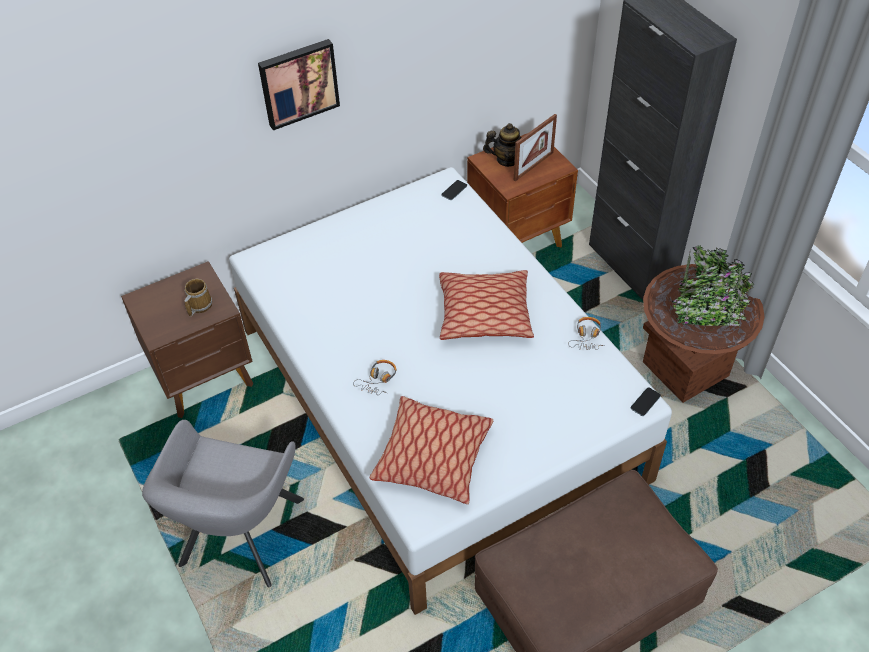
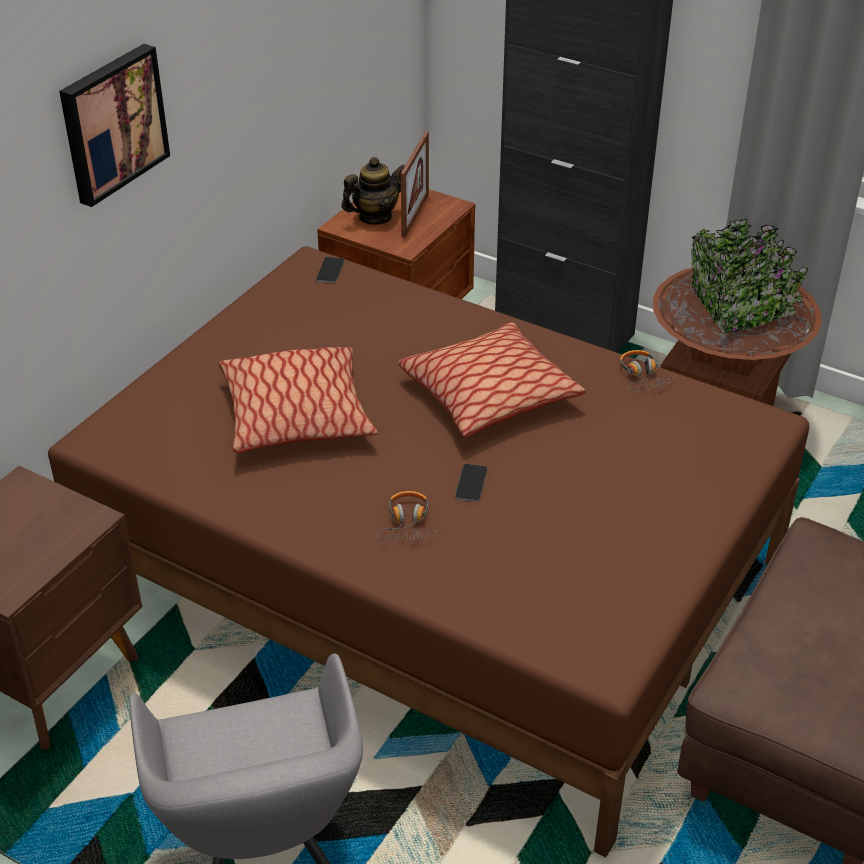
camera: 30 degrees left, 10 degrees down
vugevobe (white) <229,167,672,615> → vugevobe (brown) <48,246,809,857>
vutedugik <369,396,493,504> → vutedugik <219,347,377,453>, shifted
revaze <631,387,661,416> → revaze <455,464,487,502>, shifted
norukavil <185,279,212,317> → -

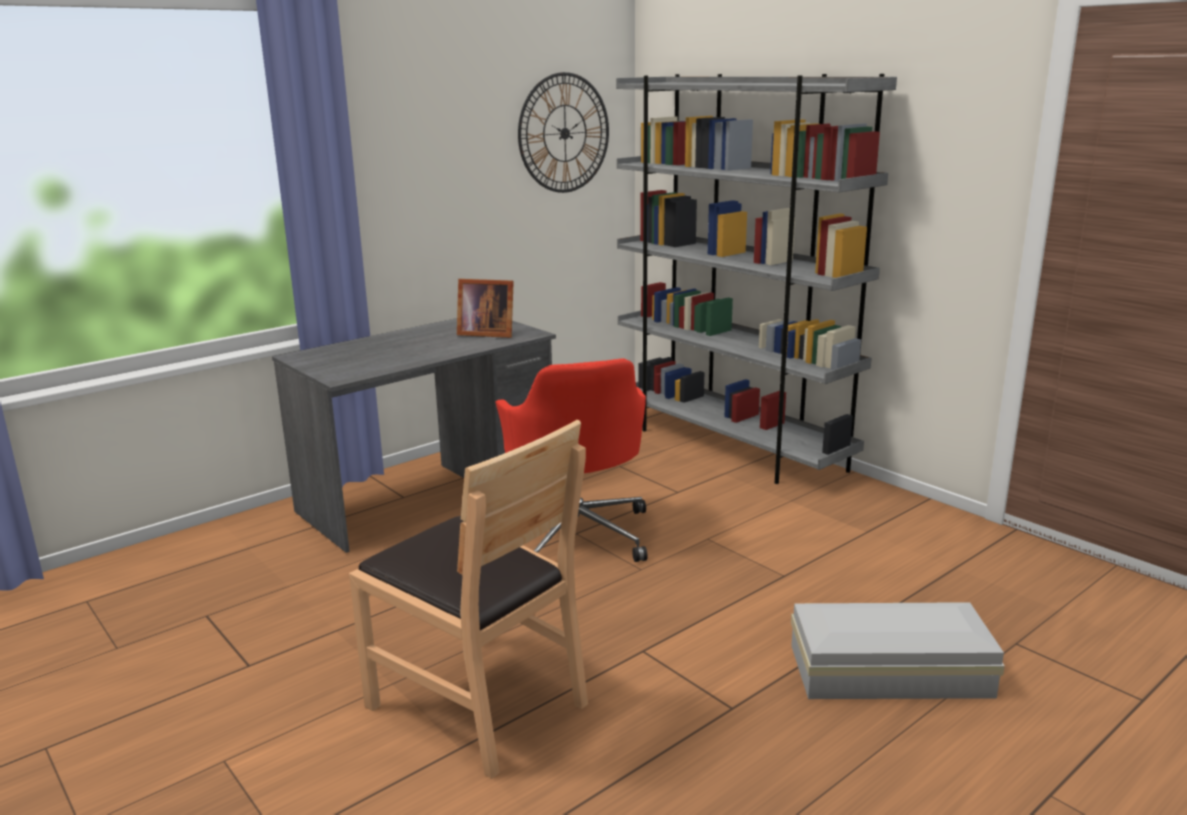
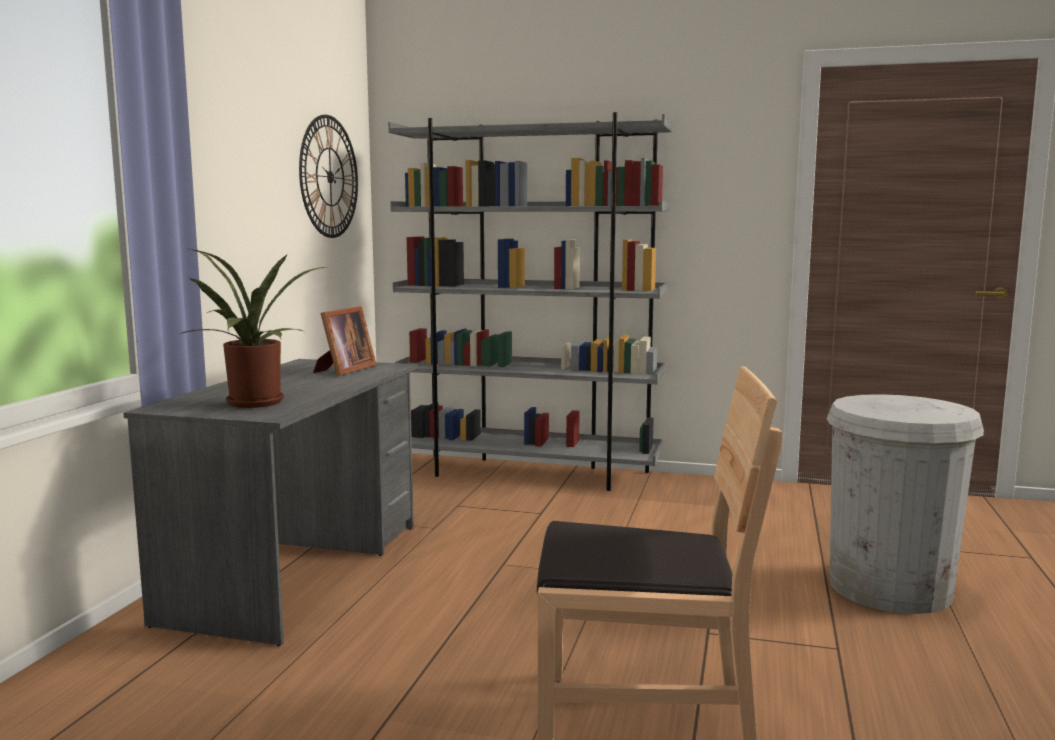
camera: 35 degrees left, 10 degrees down
- → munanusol <180,248,326,408>
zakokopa <457,279,514,338> → zakokopa <313,306,377,376>, 45 degrees counterclockwise
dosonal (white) <791,602,1005,699> → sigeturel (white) <826,394,984,614>
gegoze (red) <495,358,648,562> → -

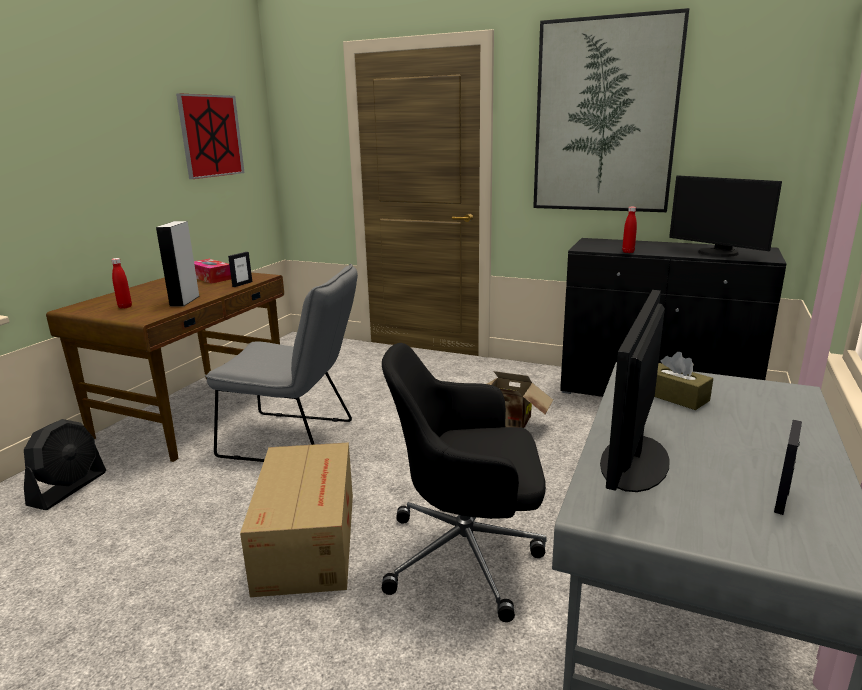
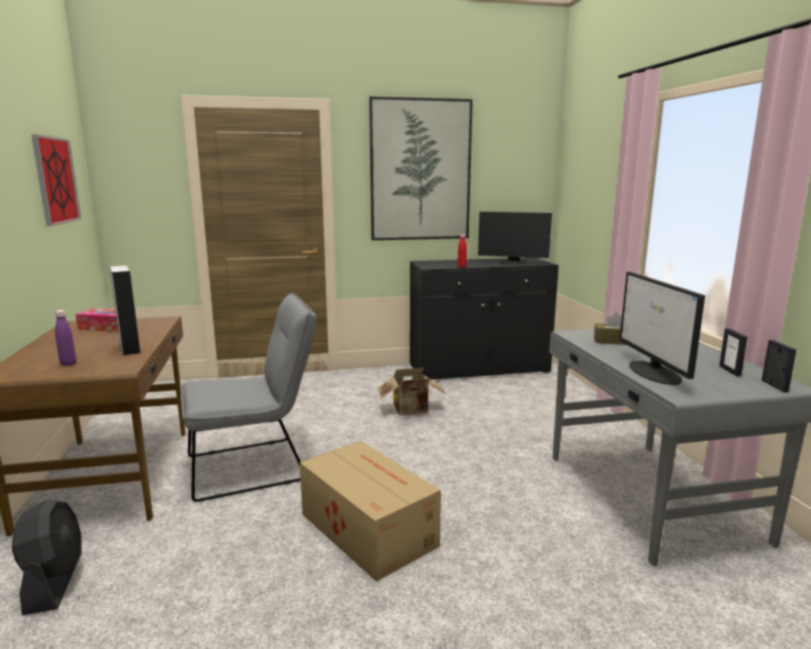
camera: 35 degrees left, 5 degrees down
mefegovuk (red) <111,258,132,309> → mefegovuk (purple) <55,310,76,366>
zakokopa <228,252,252,287> → zakokopa <762,340,796,392>, shifted
gegoze (black) <382,343,546,622> → -

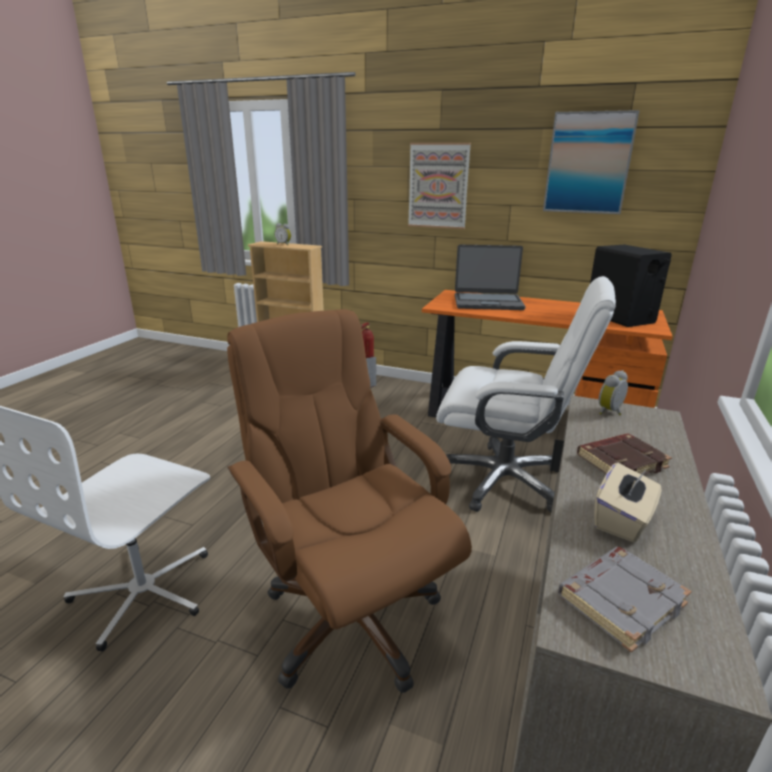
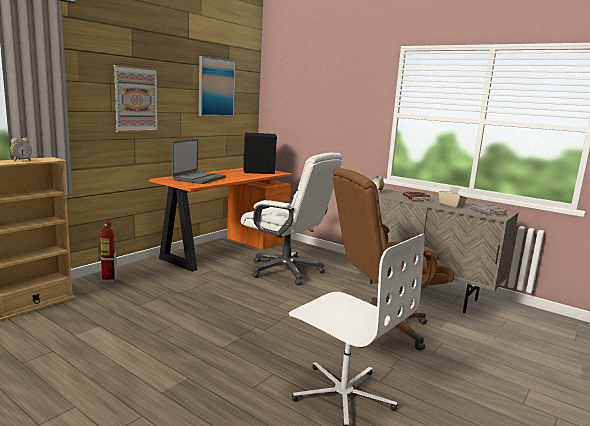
camera: 75 degrees left, 10 degrees down
gegoze (white) <436,276,616,512> → gegoze (white) <241,153,343,285>, 90 degrees clockwise

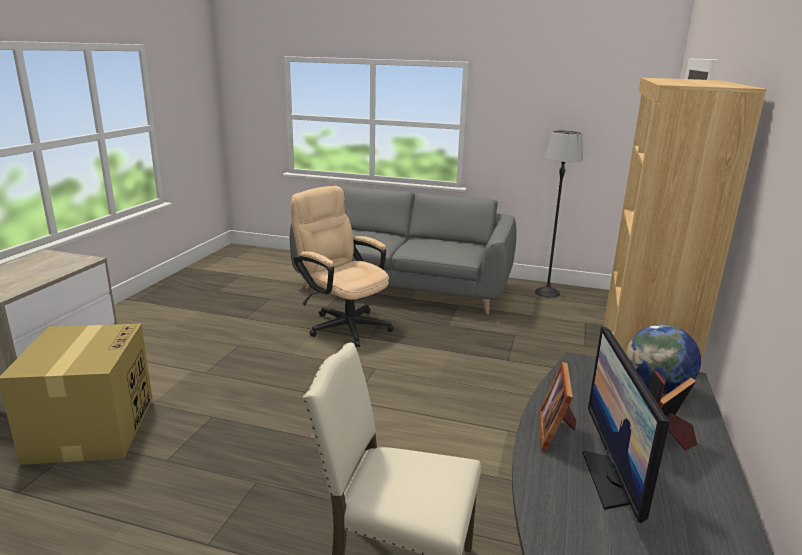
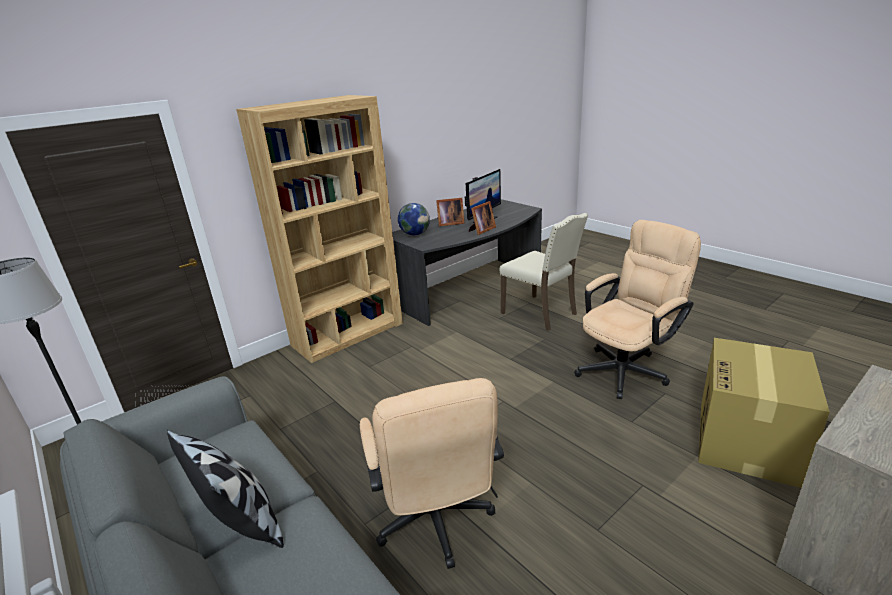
camera: 145 degrees left, 5 degrees up
- → vutedugik <167,430,284,548>
- → gegoze (beige) <574,220,701,399>

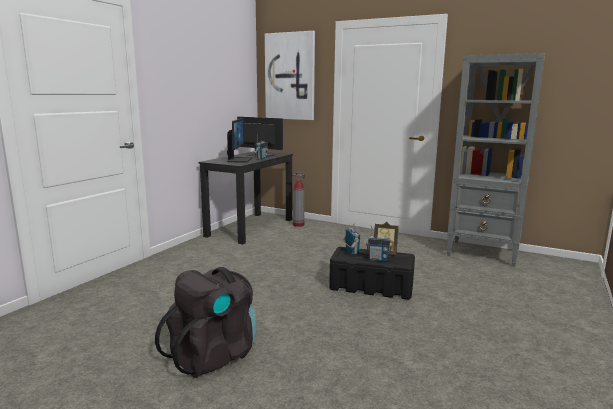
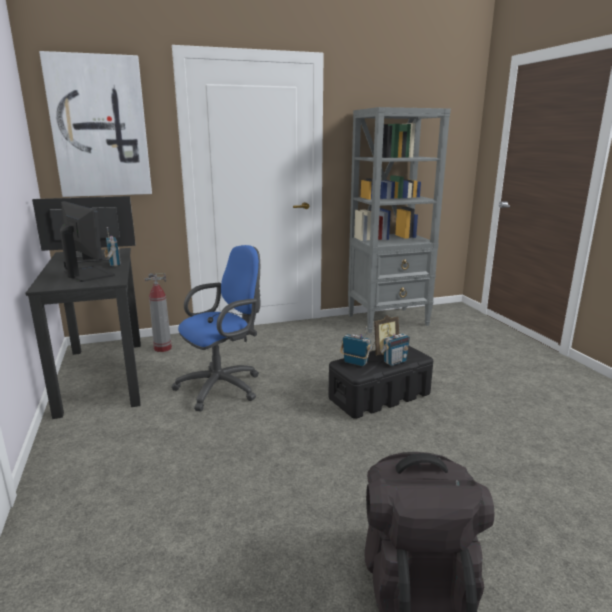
camera: 45 degrees left, 5 degrees up
- → gegoze (blue) <171,245,261,412>

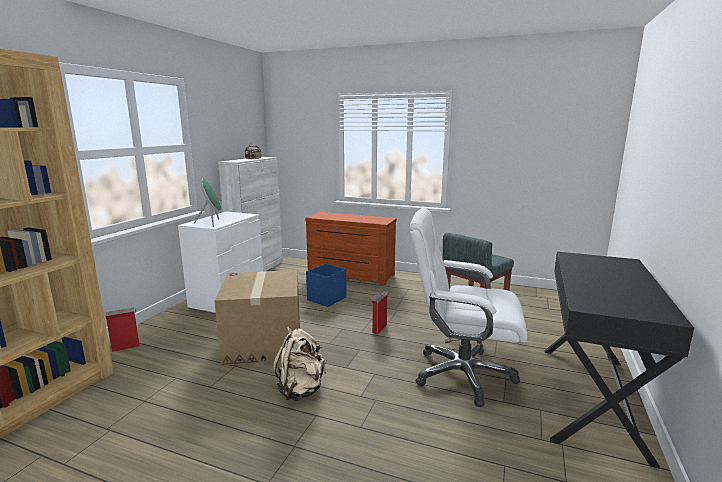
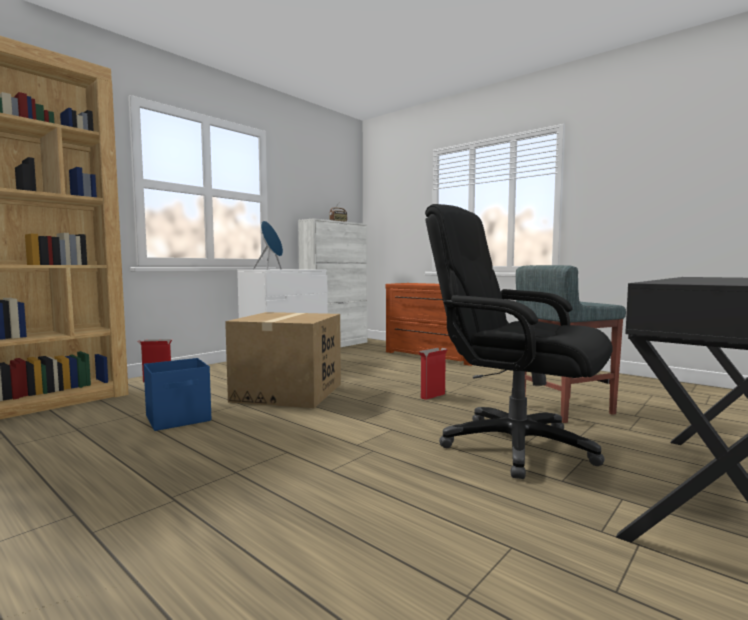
camera: 20 degrees right, 10 degrees down
dosonal (blue) <306,264,347,307> → dosonal (blue) <144,358,211,431>, shifted
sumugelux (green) <194,178,221,227> → sumugelux (blue) <253,221,283,270>
gegoze (white) <410,208,527,407> → gegoze (black) <425,204,612,479>
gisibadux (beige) <273,326,326,401> → -

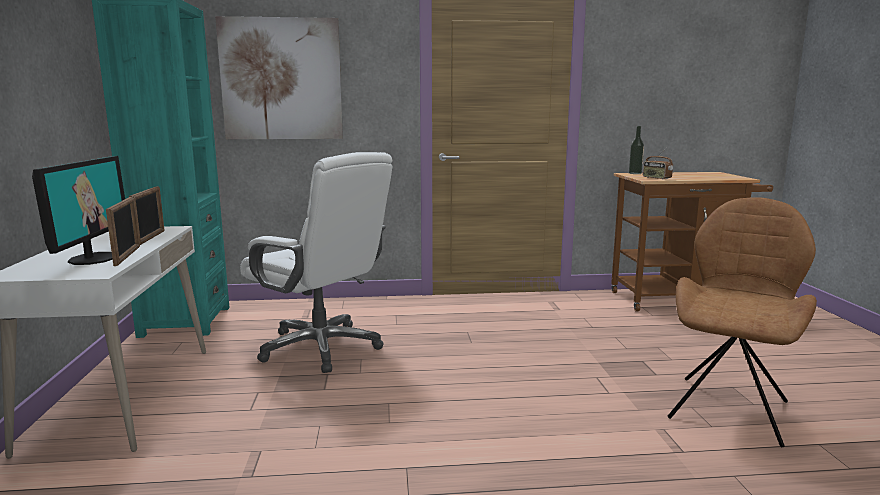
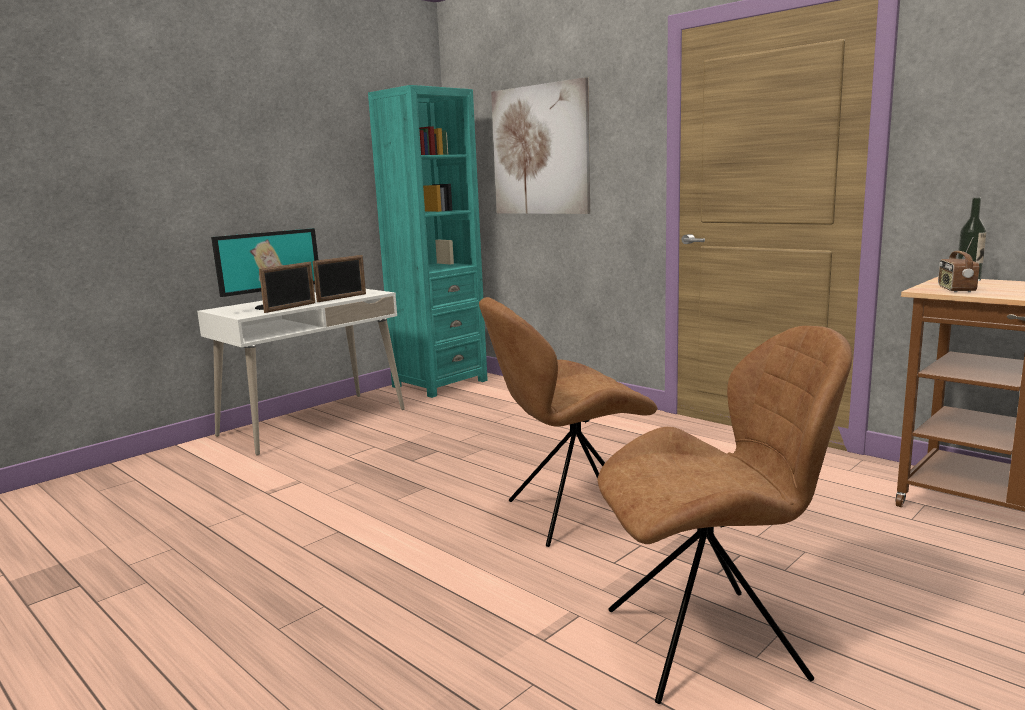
camera: 50 degrees right, 0 degrees up
- → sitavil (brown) <479,297,658,547>
gegoze (white) <240,152,393,373> → -

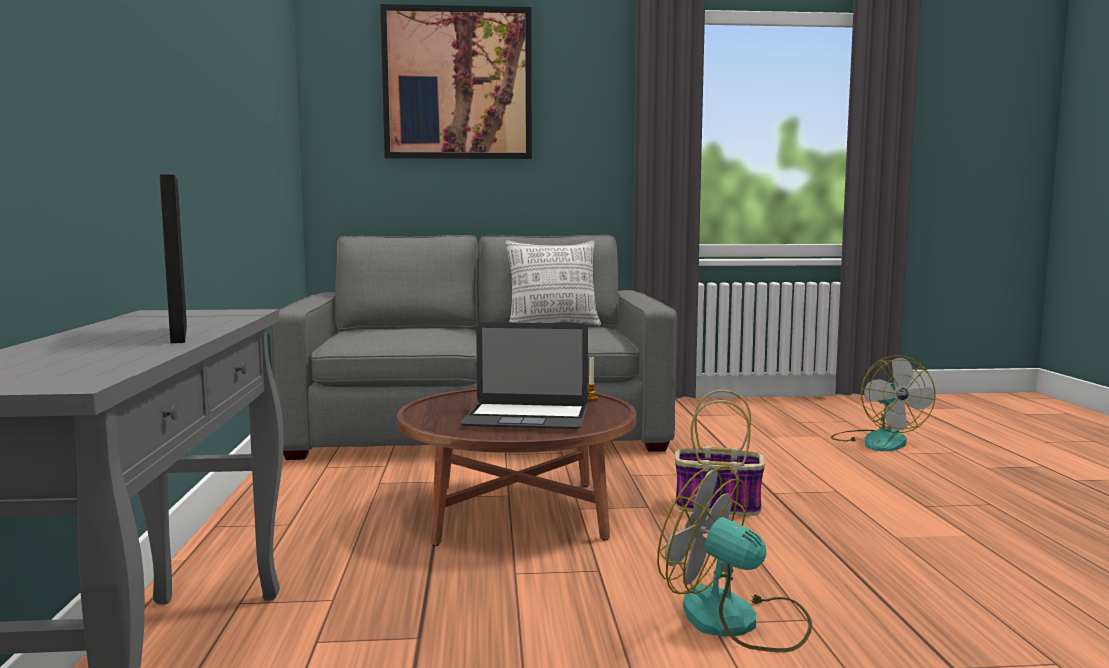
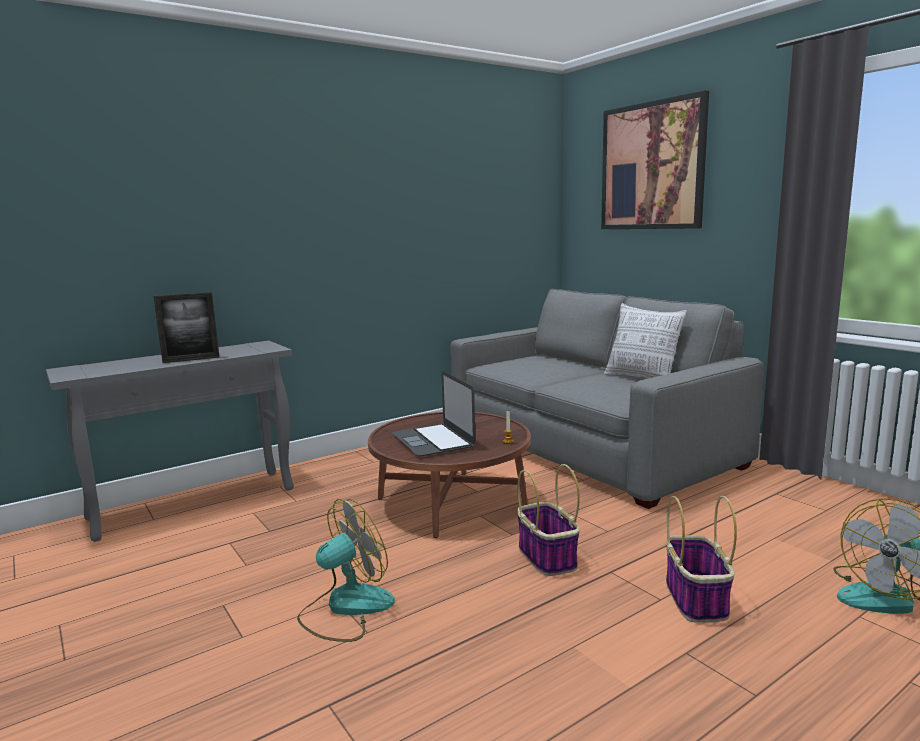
camera: 60 degrees right, 5 degrees up
zakokopa <159,174,187,343> → zakokopa <154,292,220,363>, 150 degrees counterclockwise
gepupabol <657,466,812,652> → gepupabol <297,499,395,642>, 45 degrees clockwise
- → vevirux <666,496,737,623>

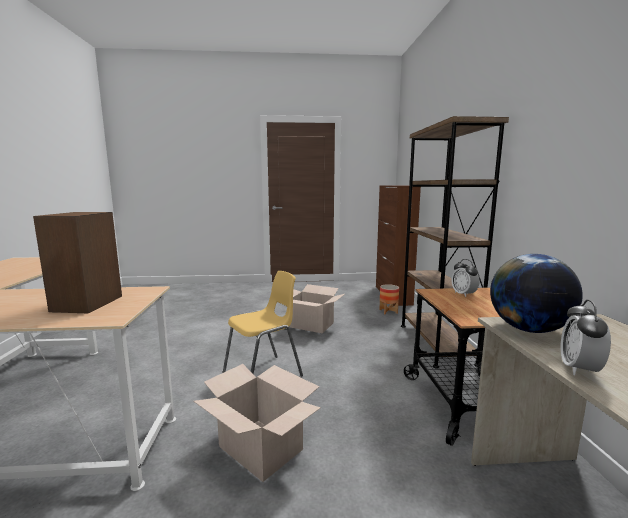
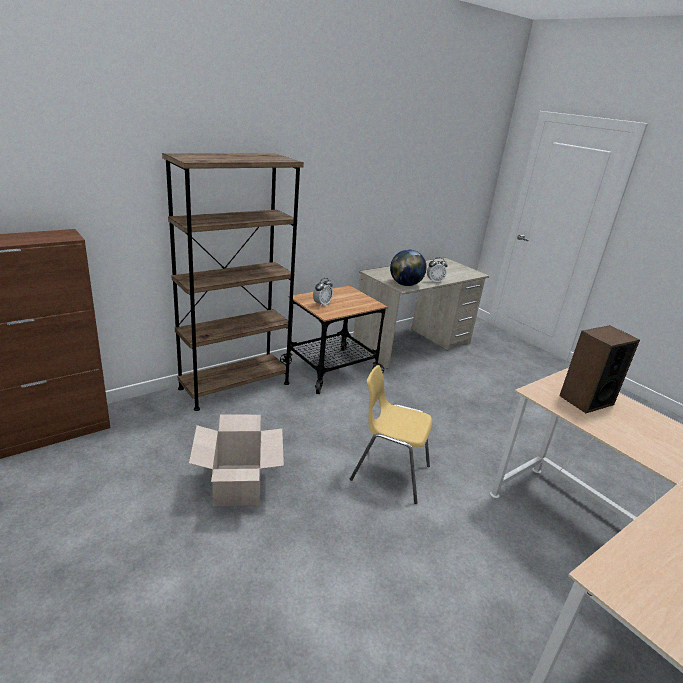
camera: 125 degrees left, 15 degrees up
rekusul <193,364,321,482> → -
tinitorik <379,284,399,314> → -

